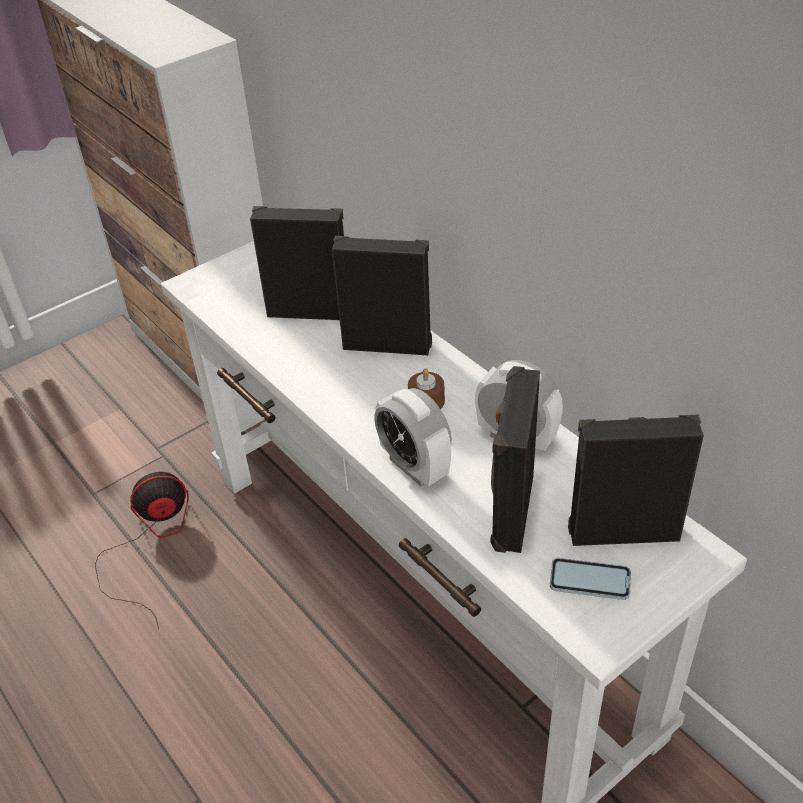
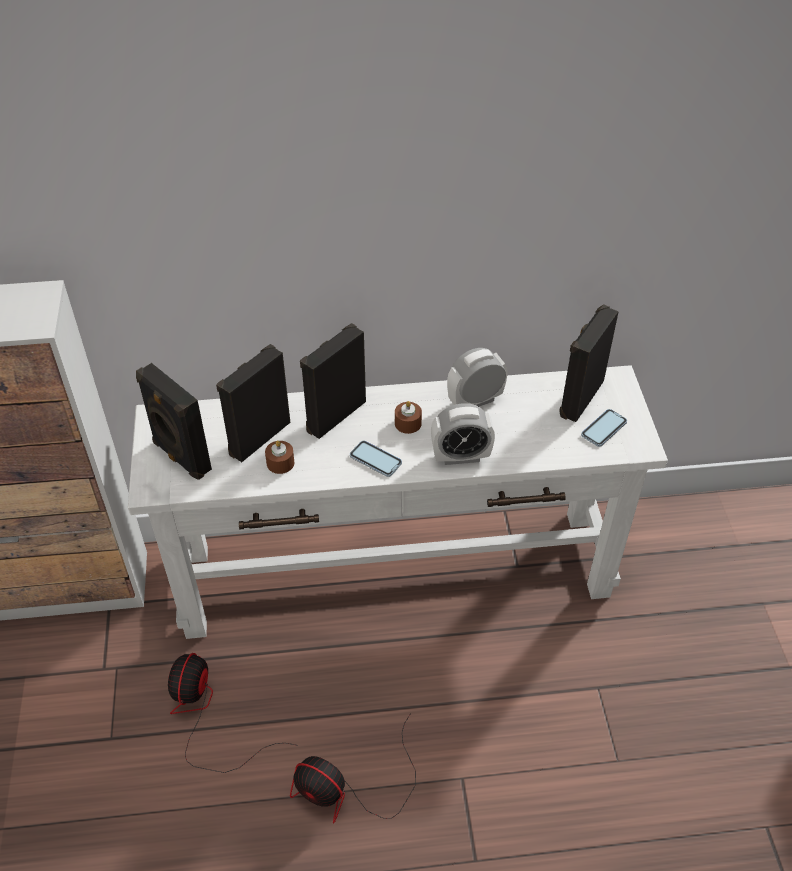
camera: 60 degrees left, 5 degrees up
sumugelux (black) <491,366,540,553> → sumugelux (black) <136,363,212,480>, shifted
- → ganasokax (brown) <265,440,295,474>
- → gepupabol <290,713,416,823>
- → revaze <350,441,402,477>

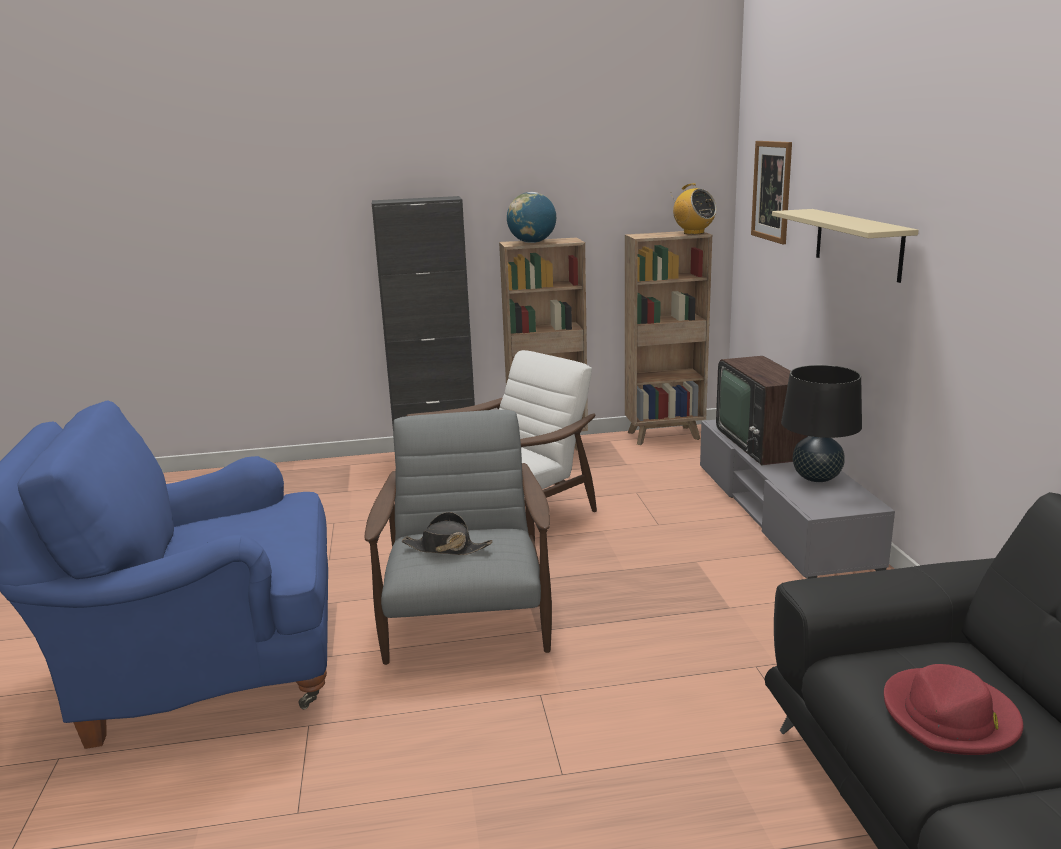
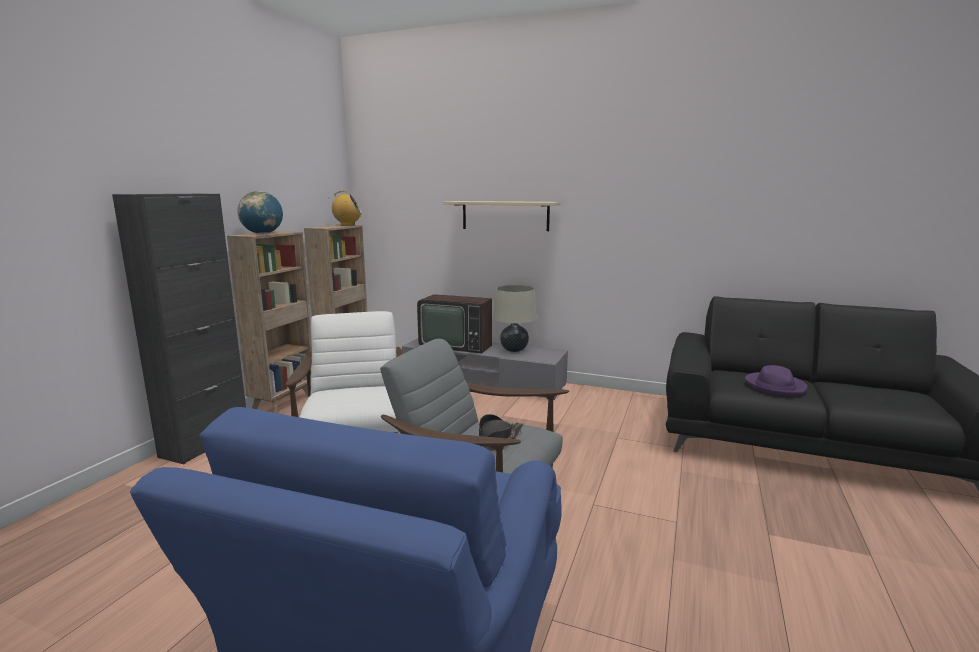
camera: 60 degrees left, 5 degrees down
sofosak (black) <781,365,862,482> → sofosak (beige) <493,285,537,352>
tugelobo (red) <884,664,1023,755> → tugelobo (purple) <745,365,808,396>
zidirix <751,141,792,244> → -

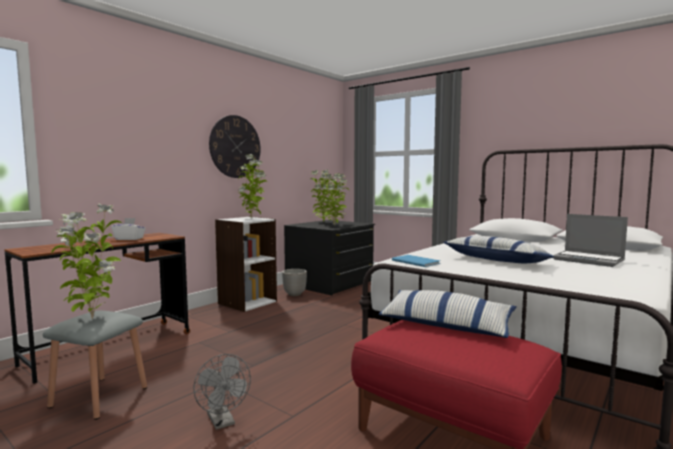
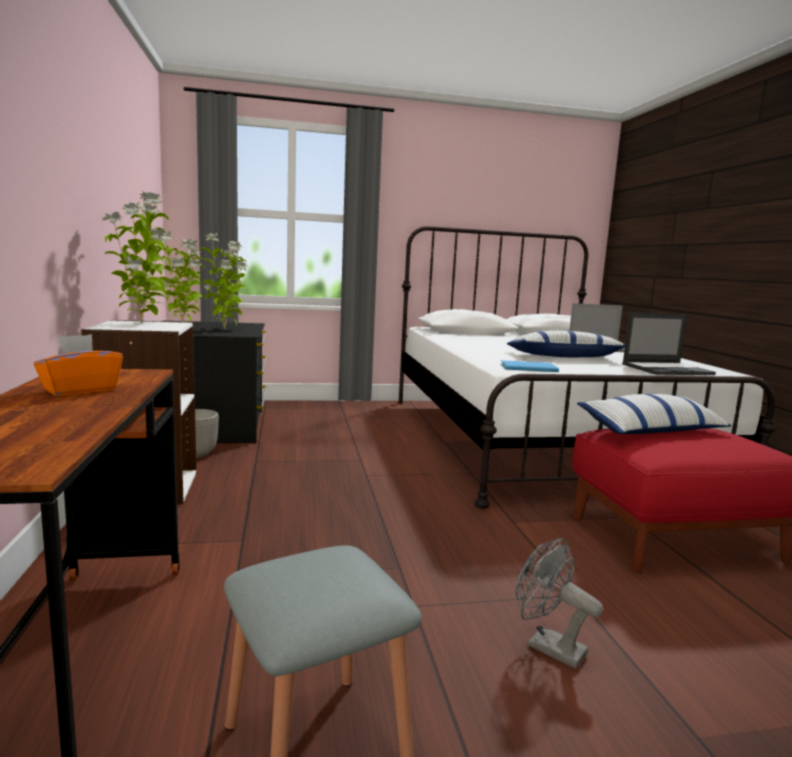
camera: 50 degrees left, 5 degrees up
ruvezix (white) <111,218,146,240> → ruvezix (orange) <34,334,123,396>
gepupabol (grey) <193,354,251,430> → gepupabol (grey) <516,538,603,669>, 150 degrees counterclockwise
- → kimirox <622,312,716,375>
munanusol <51,203,122,319> → -
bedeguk <209,115,261,178> → -

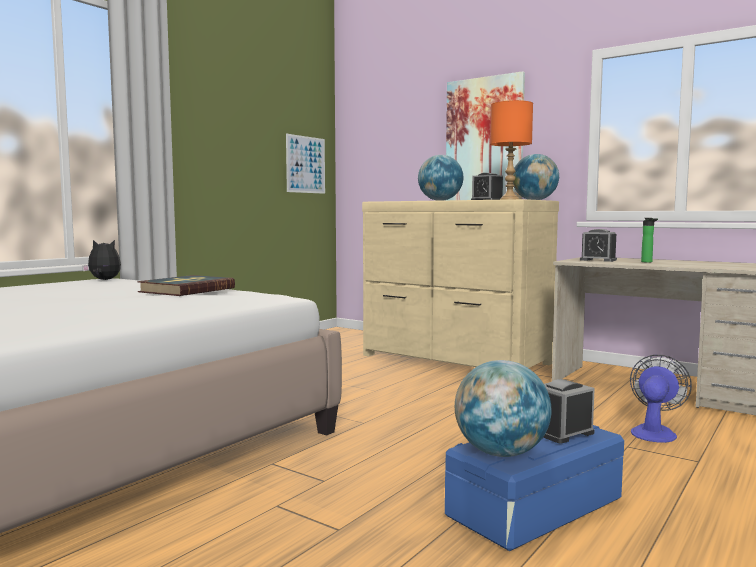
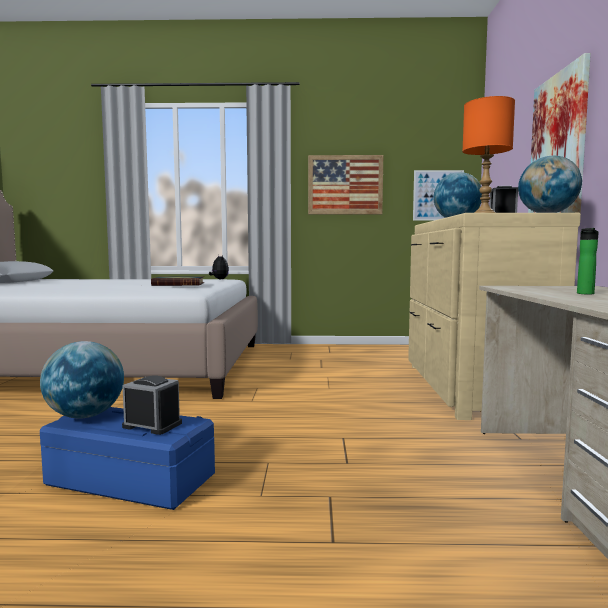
camera: 55 degrees right, 0 degrees up
- → zidirix <308,155,383,215>
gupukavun <580,229,617,262> → -
gepupabol <630,355,692,443> → -

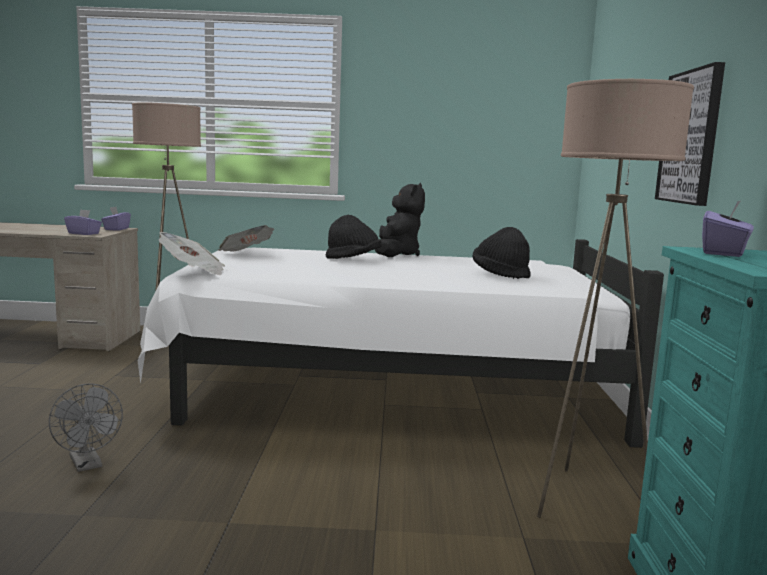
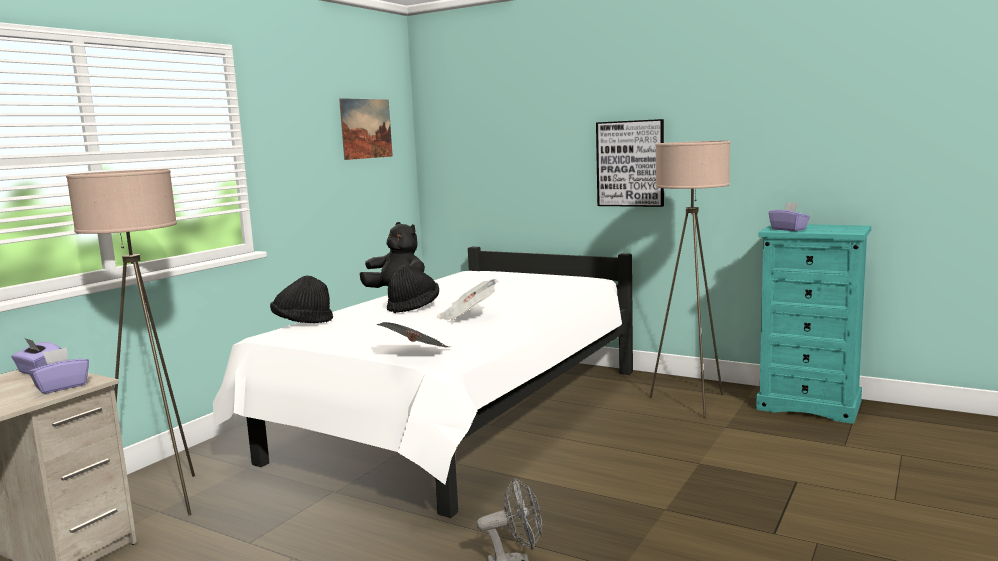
camera: 60 degrees left, 0 degrees up
tugelobo (black) <473,227,531,279> → tugelobo (black) <270,275,333,323>, shifted
- → zidirix <339,98,393,160>
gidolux <218,225,274,251> → gidolux <436,279,498,320>, shifted

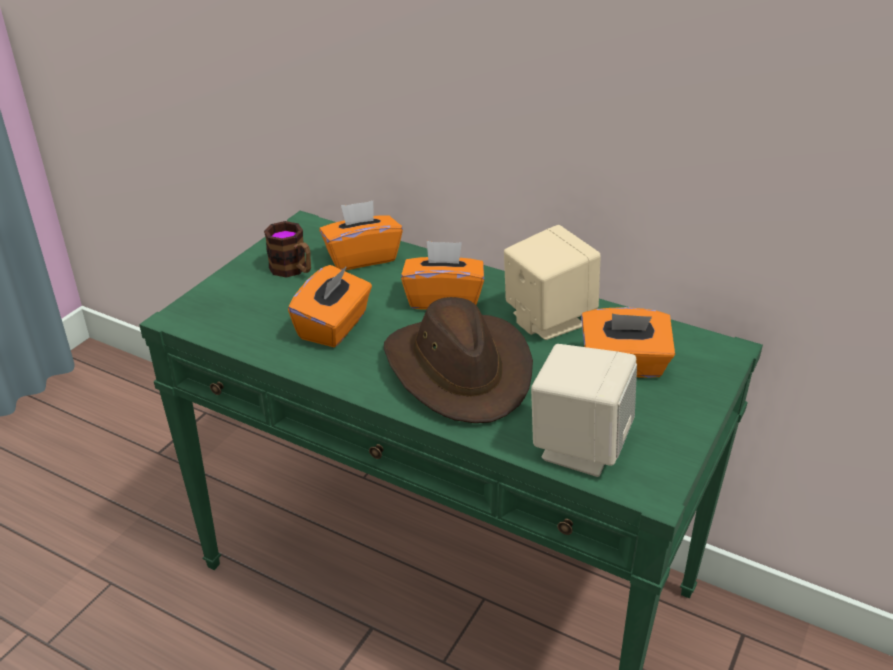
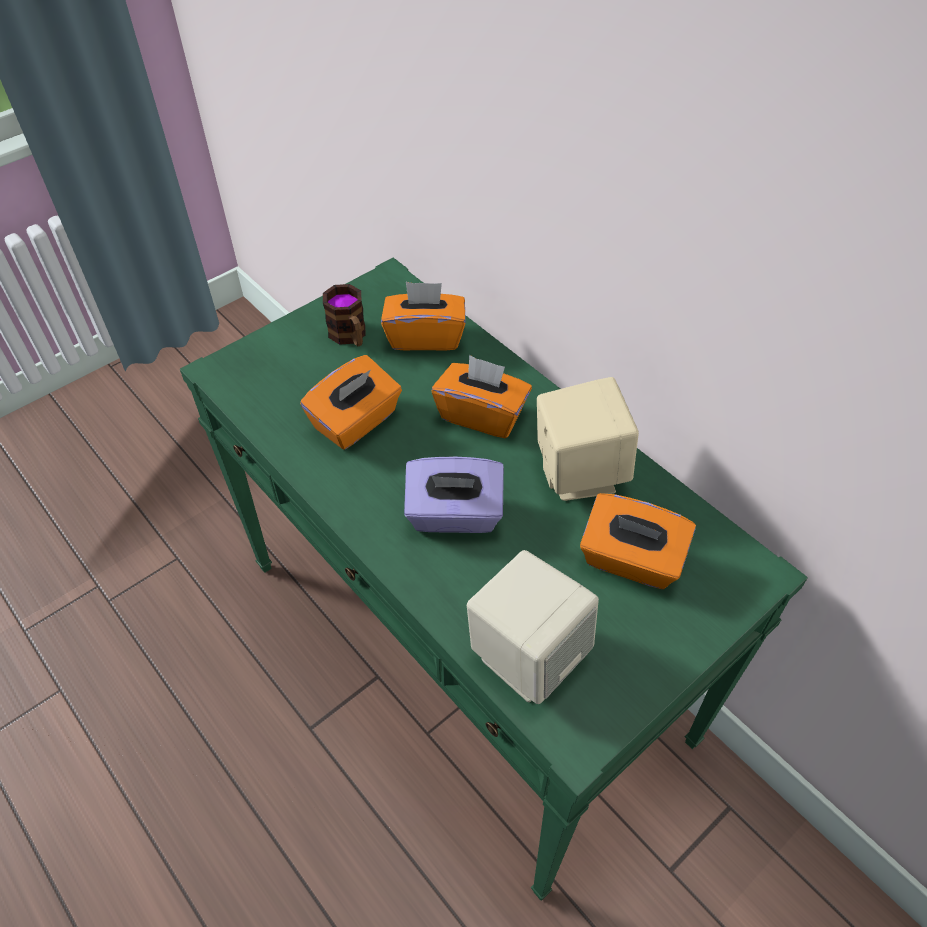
camera: 20 degrees right, 15 degrees up
tugelobo (brown) <384,297,533,423> → ruvezix (purple) <404,456,504,533>

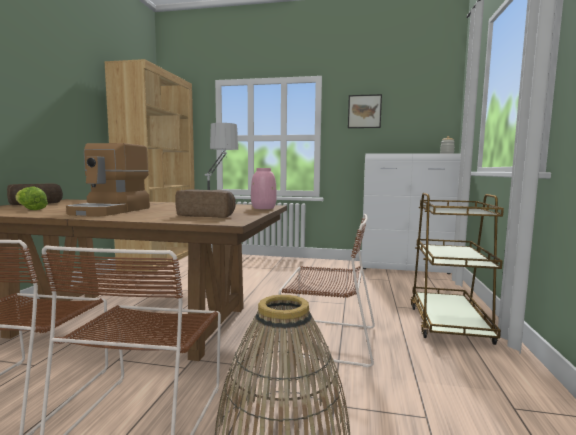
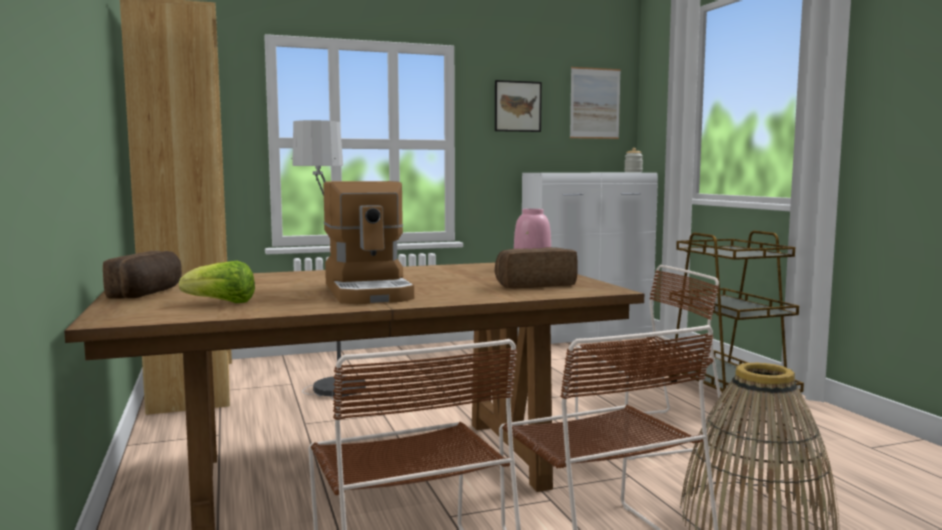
camera: 30 degrees left, 0 degrees up
- → zidirix <570,67,621,139>

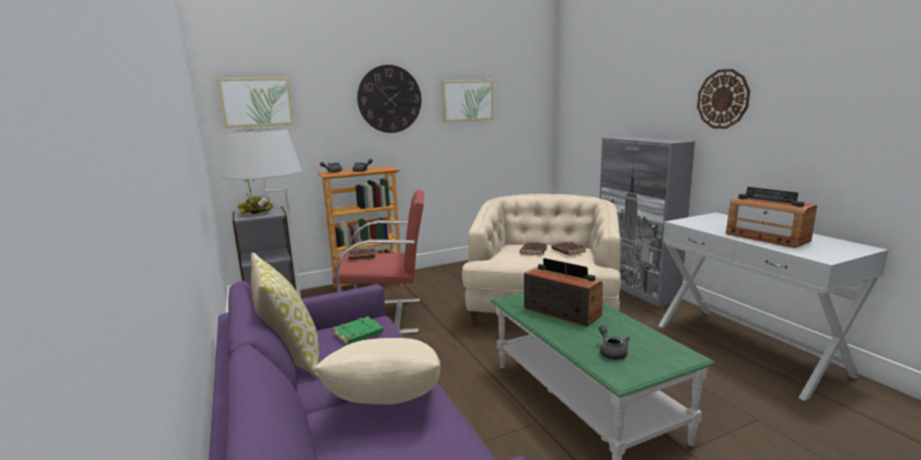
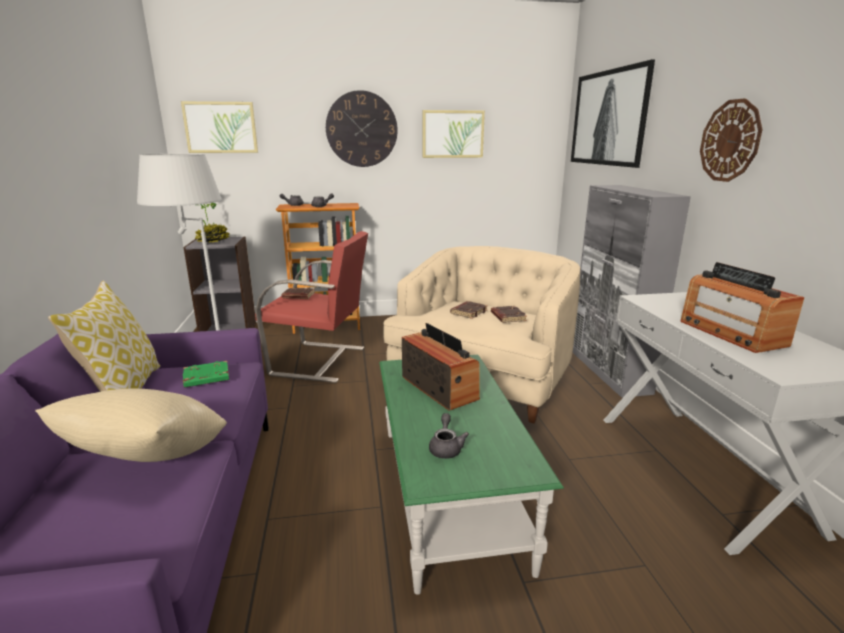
camera: 15 degrees right, 5 degrees up
- → zidirix <571,59,655,168>

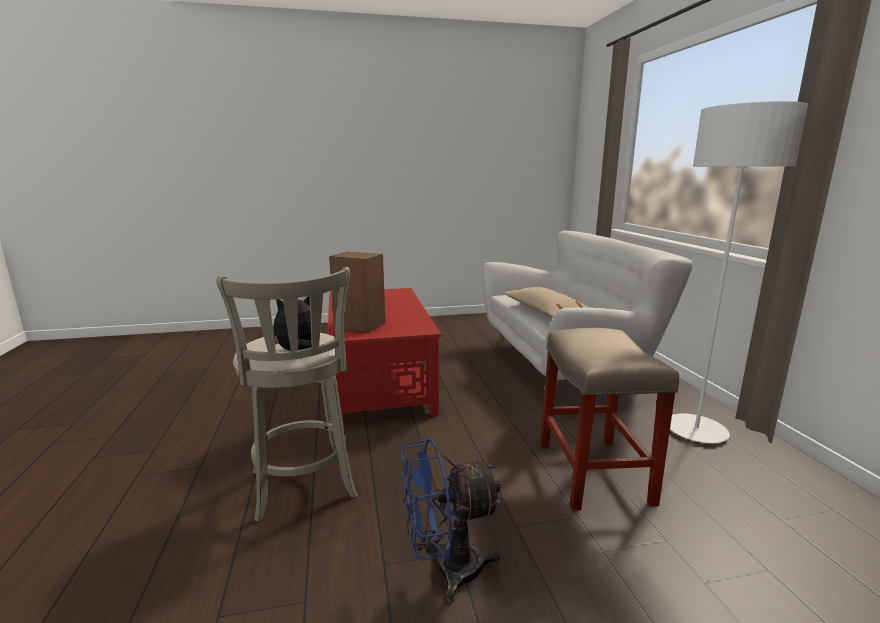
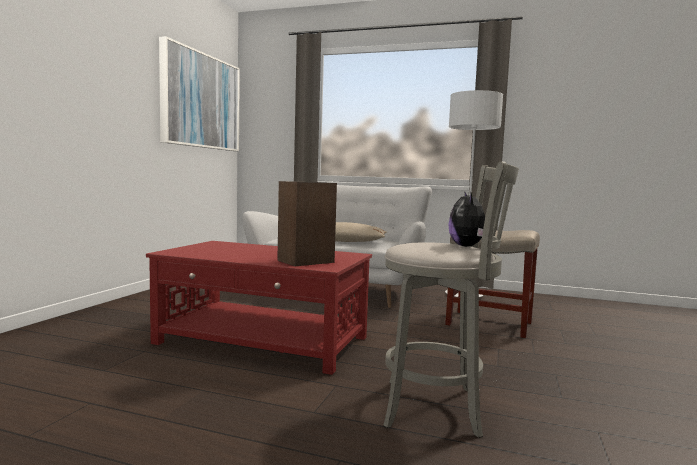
camera: 60 degrees left, 10 degrees down
- → zidirix <159,36,240,151>
gepupabol (blue) <400,438,503,603> → -

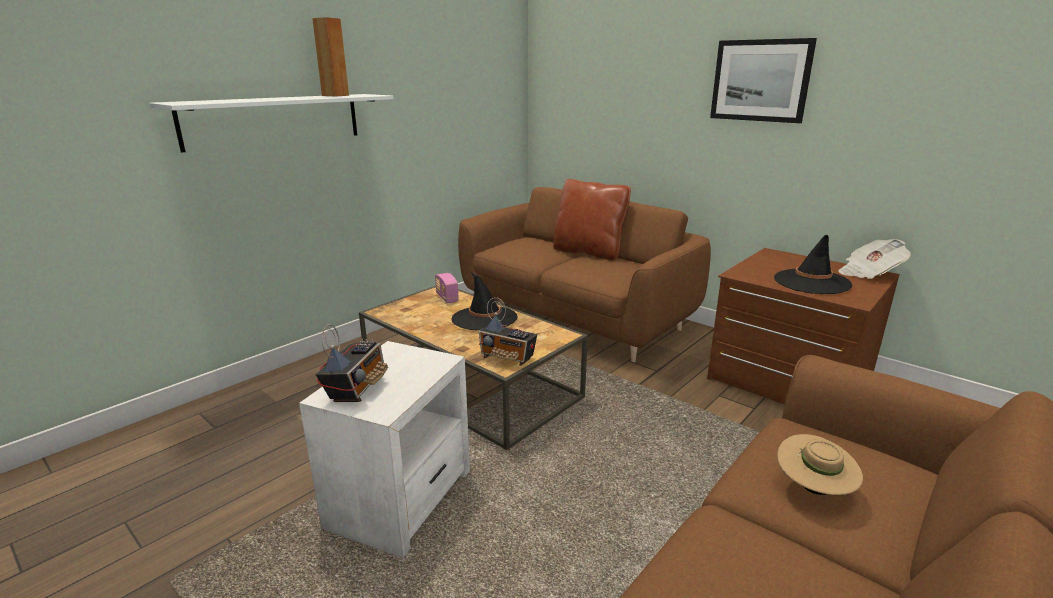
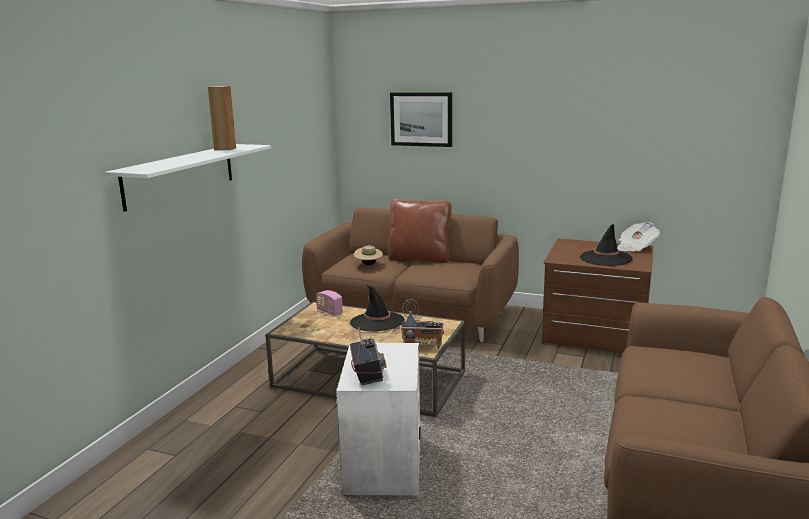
camera: 20 degrees left, 5 degrees down
tugelobo (beige) <777,434,863,495> → tugelobo (beige) <354,245,383,265>, shifted
zidirix <710,38,817,123> → zidirix <390,92,452,147>, shifted

